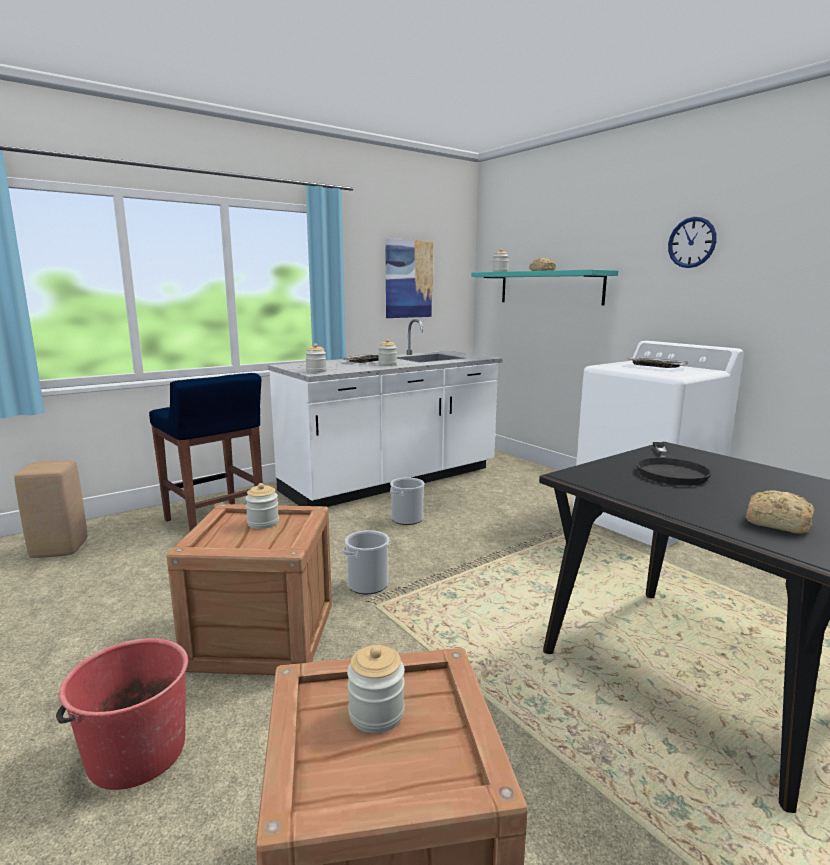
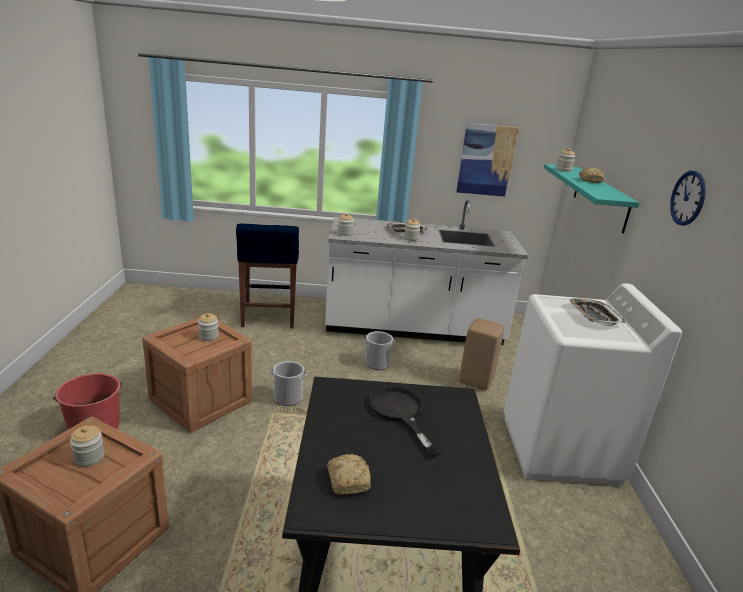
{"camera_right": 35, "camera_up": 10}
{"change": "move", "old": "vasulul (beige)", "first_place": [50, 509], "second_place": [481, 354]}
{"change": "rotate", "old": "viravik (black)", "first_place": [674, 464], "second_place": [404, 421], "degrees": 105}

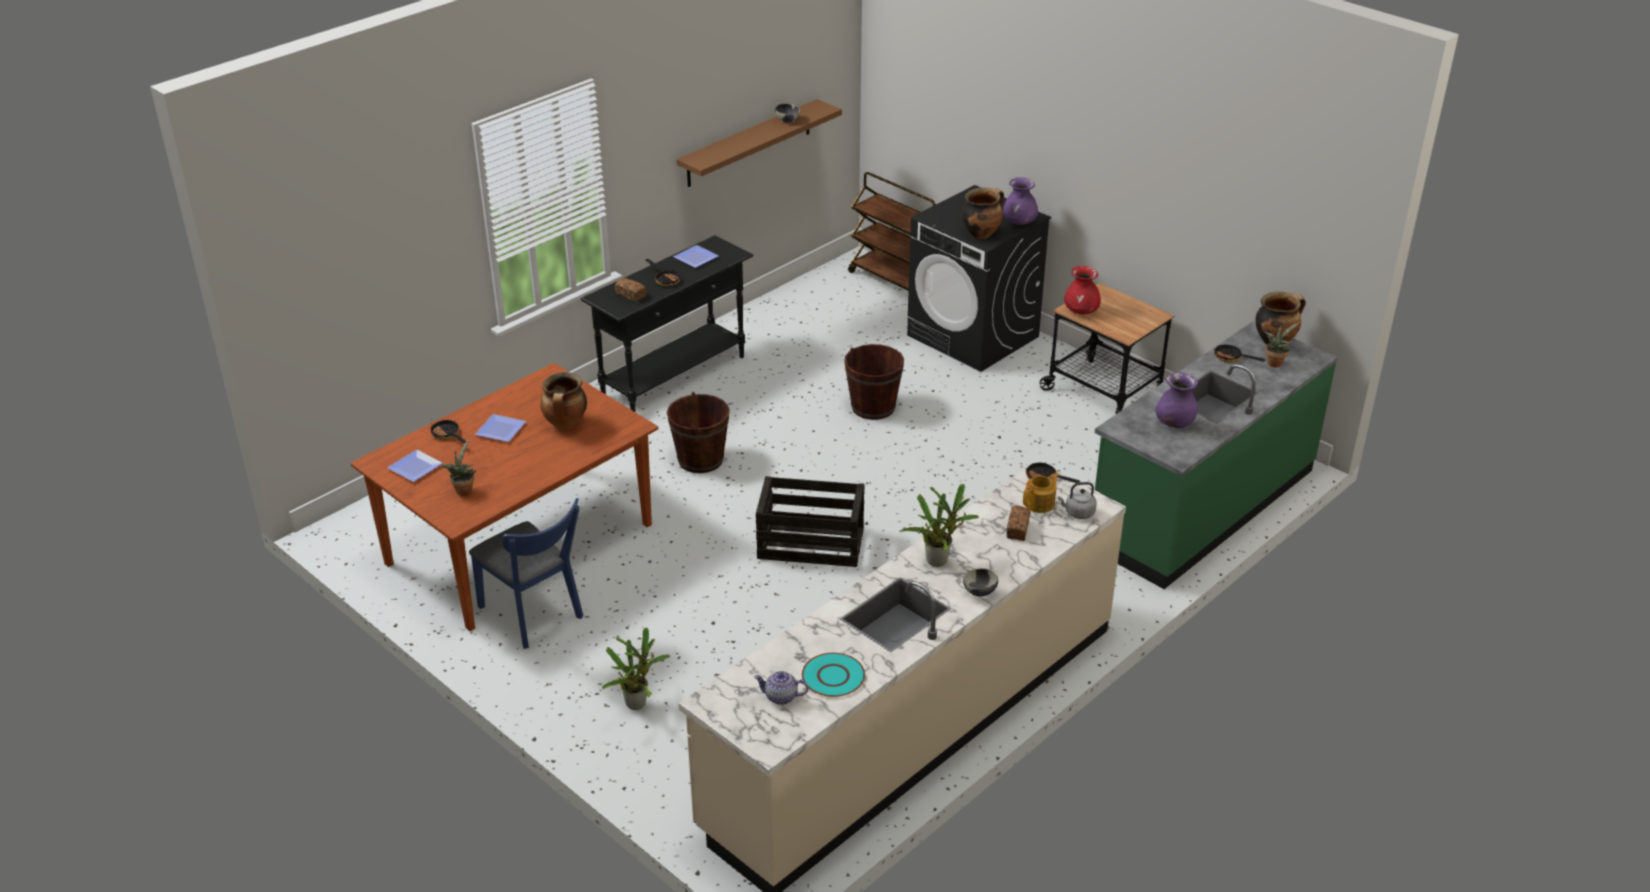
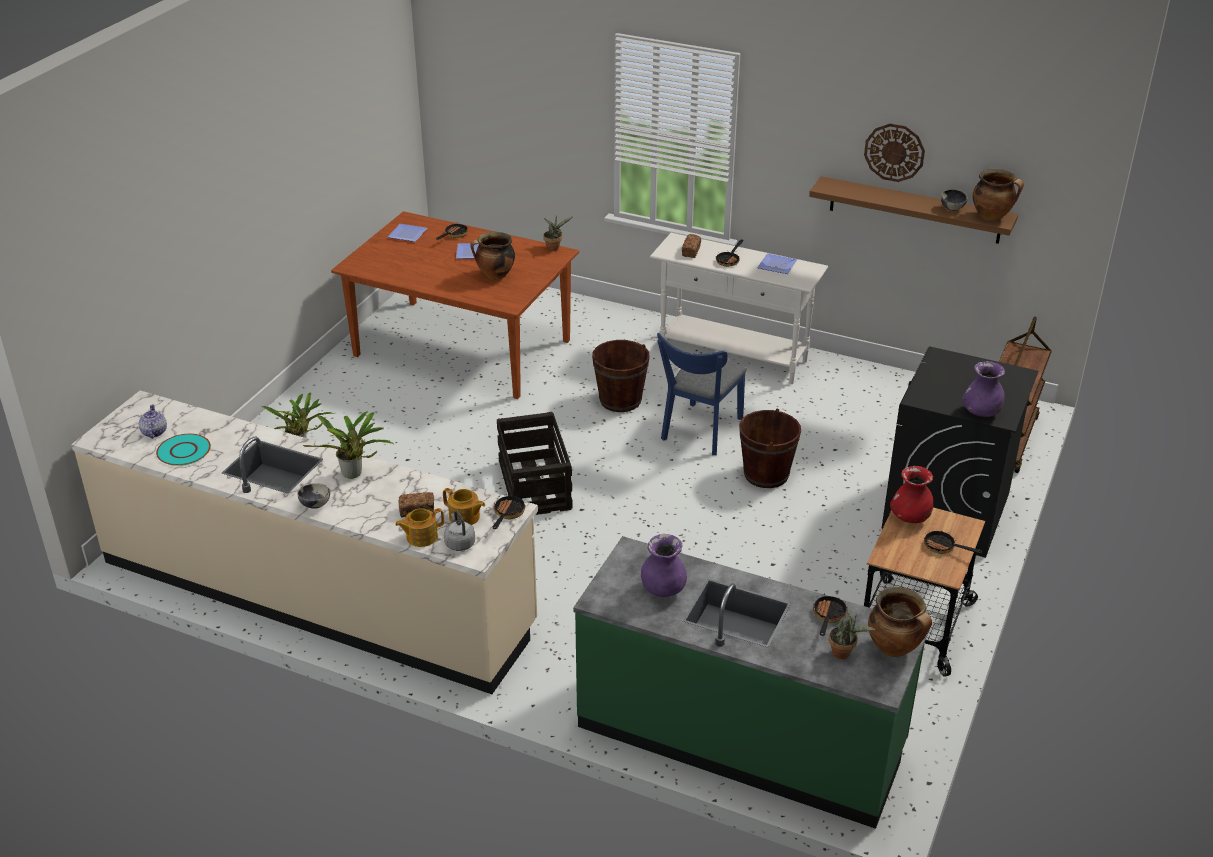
{"camera_right": 70, "camera_up": 0}
{"change": "insert", "new": "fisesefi", "second_place": [419, 527]}
{"change": "insert", "new": "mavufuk", "second_place": [894, 152]}
{"change": "insert", "new": "viravik", "second_place": [953, 541]}
{"change": "move", "old": "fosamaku", "first_place": [458, 467], "second_place": [558, 233]}
{"change": "move", "old": "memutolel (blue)", "first_place": [526, 573], "second_place": [702, 394]}
{"change": "move", "old": "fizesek", "first_place": [983, 213], "second_place": [998, 195]}
{"change": "recolor", "old": "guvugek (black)", "new": "guvugek (white)", "first_place": [667, 323], "second_place": [739, 308]}

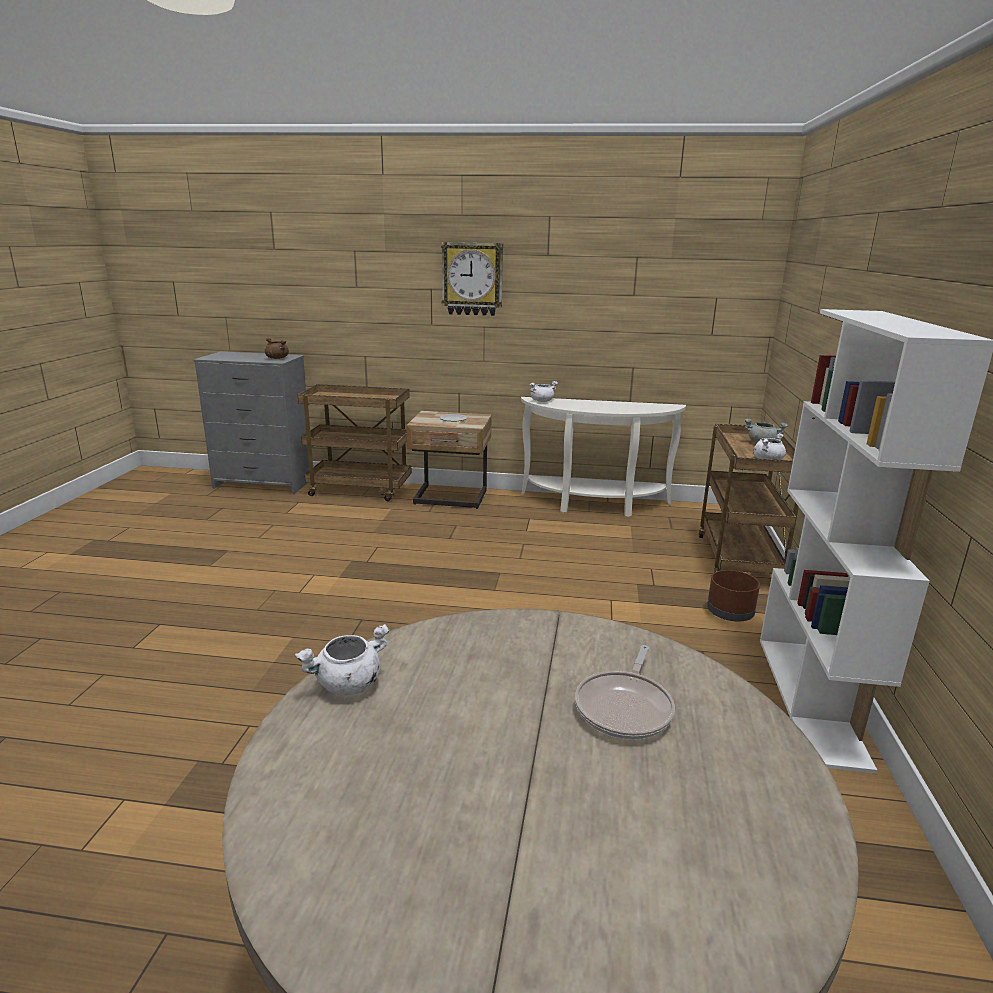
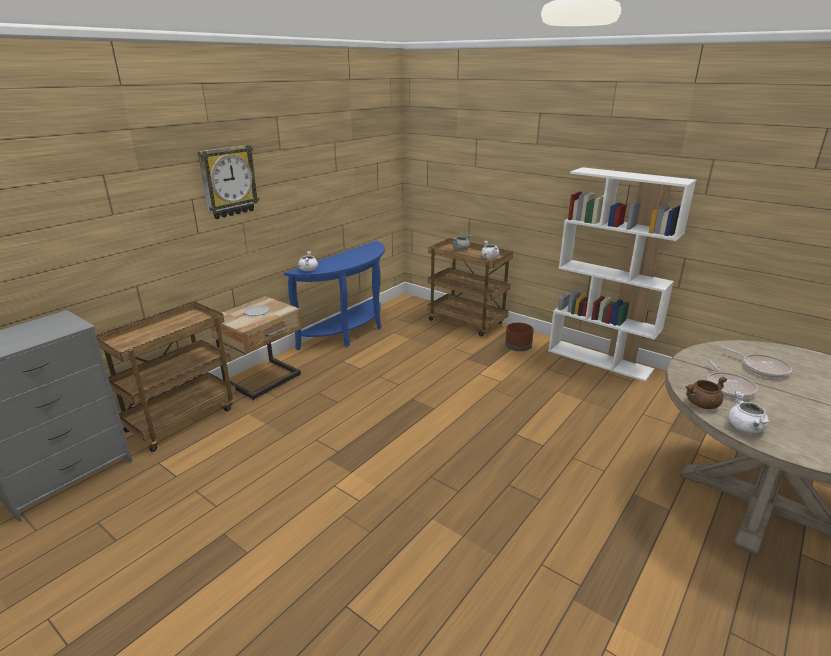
{"camera_right": -60, "camera_up": 5}
{"change": "insert", "new": "viravik", "second_place": [732, 378]}
{"change": "move", "old": "fizesek (brown)", "first_place": [277, 348], "second_place": [706, 392]}
{"change": "recolor", "old": "guvugek (white)", "new": "guvugek (blue)", "first_place": [603, 457], "second_place": [334, 295]}

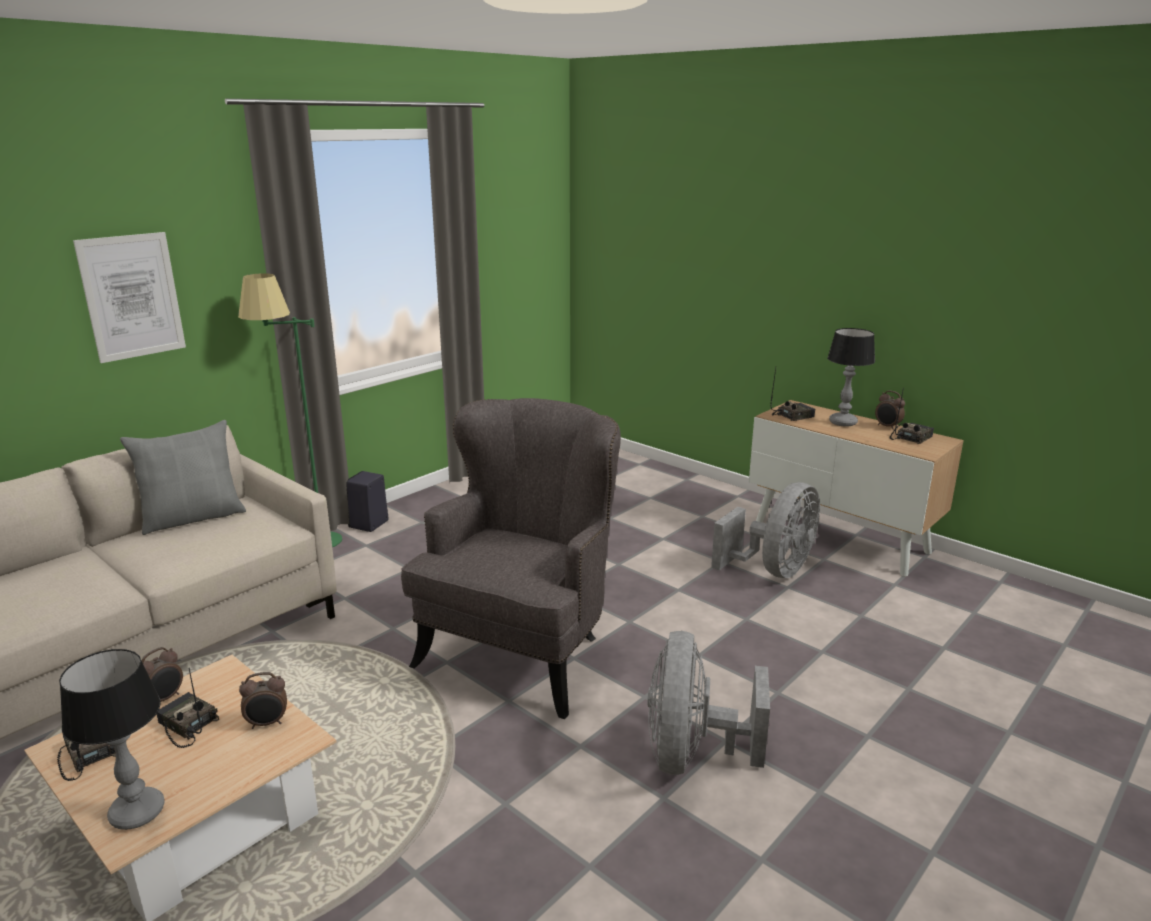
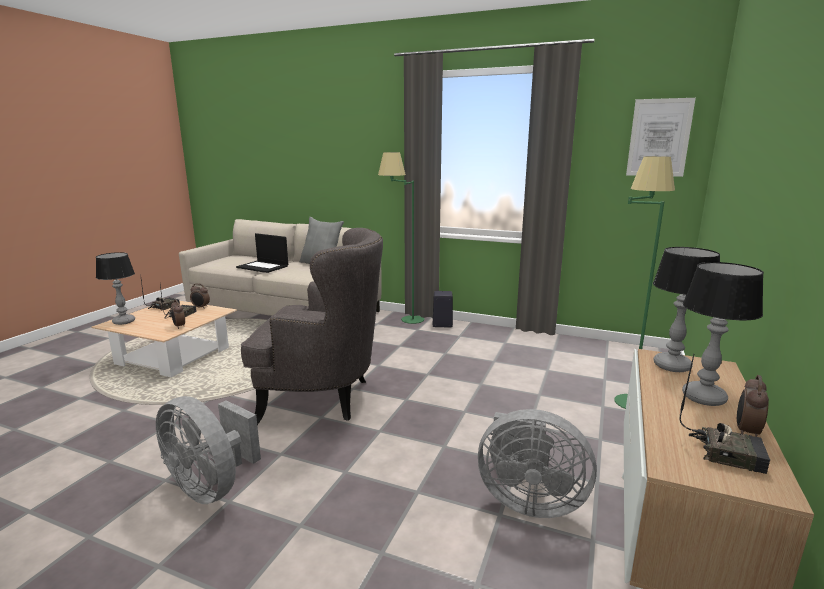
{"camera_right": 70, "camera_up": -5}
{"change": "insert", "new": "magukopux", "second_place": [262, 253]}
{"change": "insert", "new": "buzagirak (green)", "second_place": [645, 282]}
{"change": "move", "old": "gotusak", "first_place": [129, 297], "second_place": [661, 137]}
{"change": "replace", "old": "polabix", "new": "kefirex", "first_place": [793, 394], "second_place": [686, 309]}
{"change": "rotate", "old": "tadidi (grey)", "first_place": [708, 703], "second_place": [208, 450], "degrees": -135}

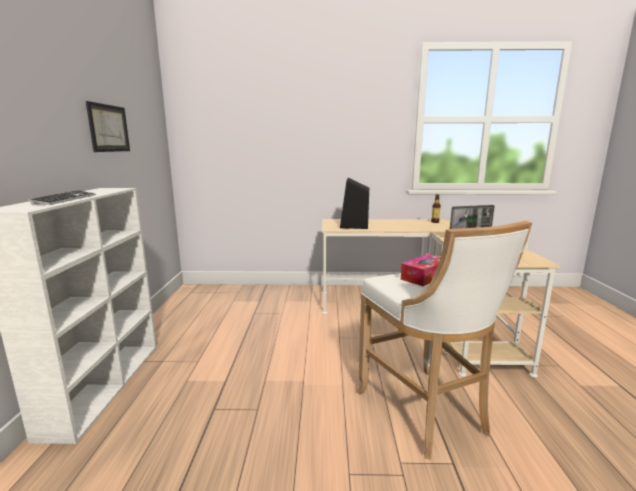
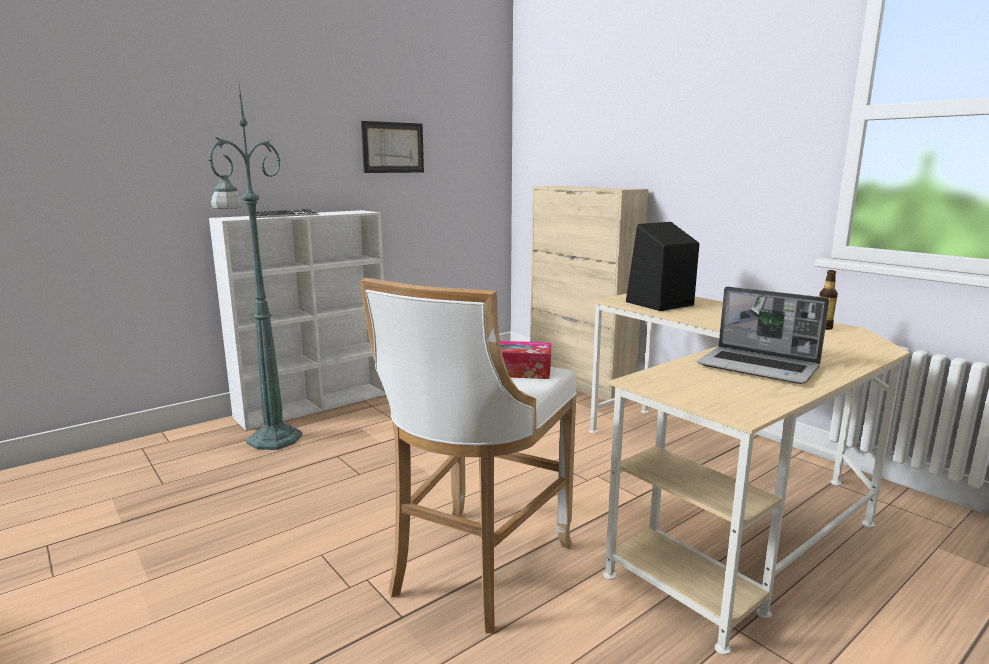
{"camera_right": 50, "camera_up": 0}
{"change": "insert", "new": "buzagirak (green)", "second_place": [255, 267]}
{"change": "insert", "new": "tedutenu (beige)", "second_place": [589, 293]}

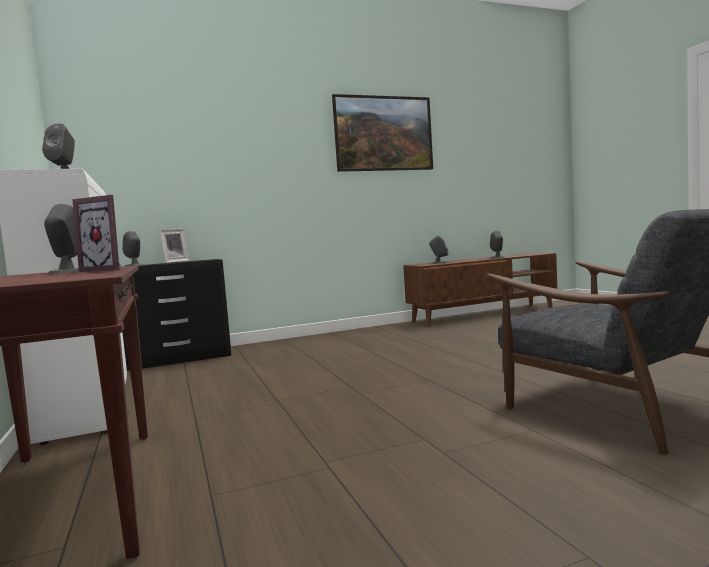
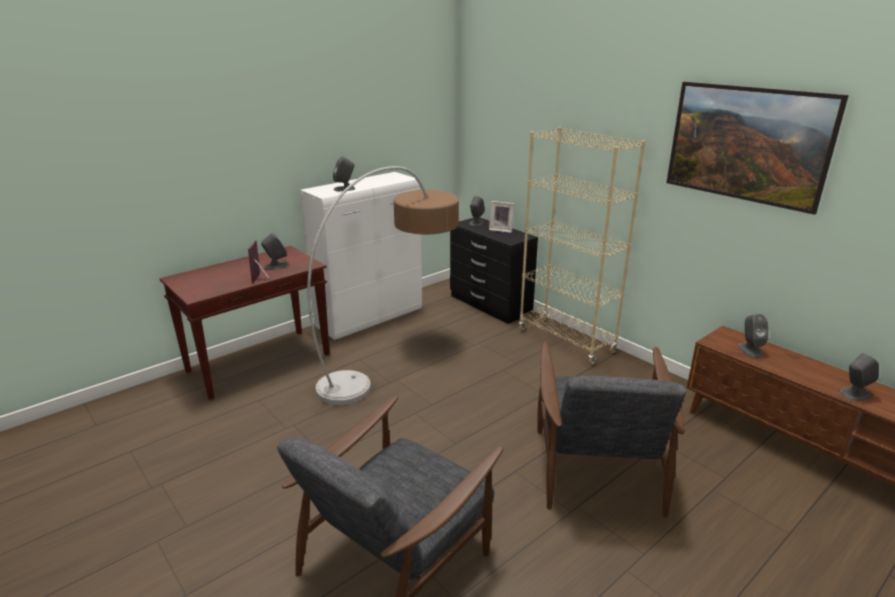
{"camera_right": 70, "camera_up": 20}
{"change": "insert", "new": "buzagirak", "second_place": [383, 285]}
{"change": "insert", "new": "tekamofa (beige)", "second_place": [582, 246]}
{"change": "insert", "new": "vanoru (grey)", "second_place": [611, 430]}

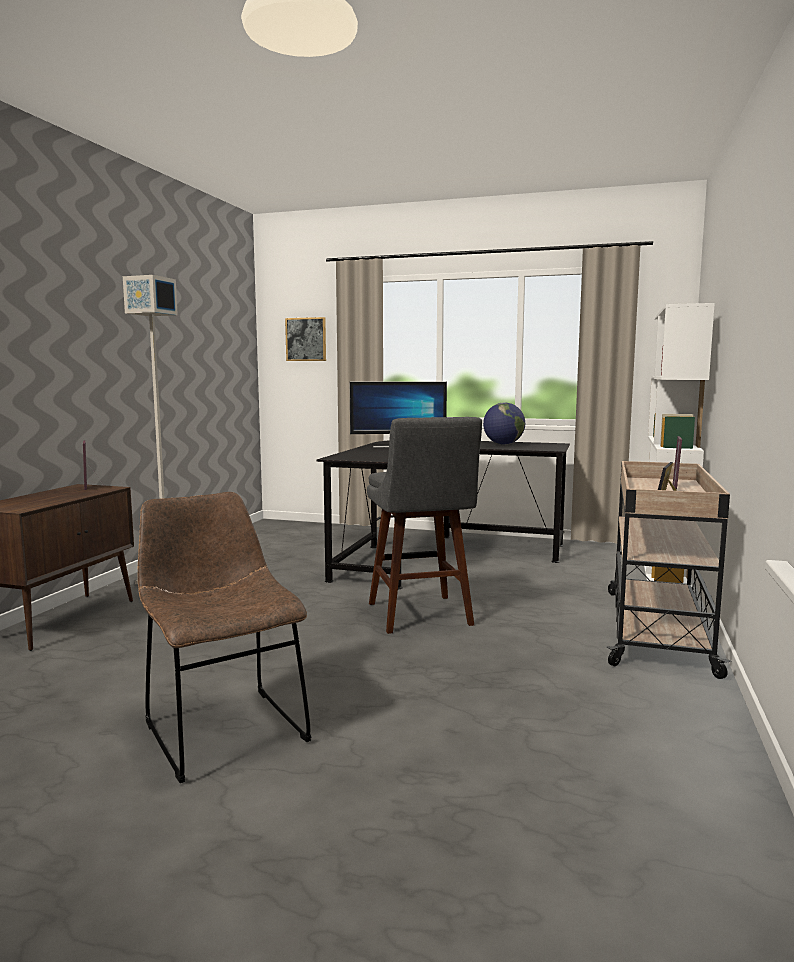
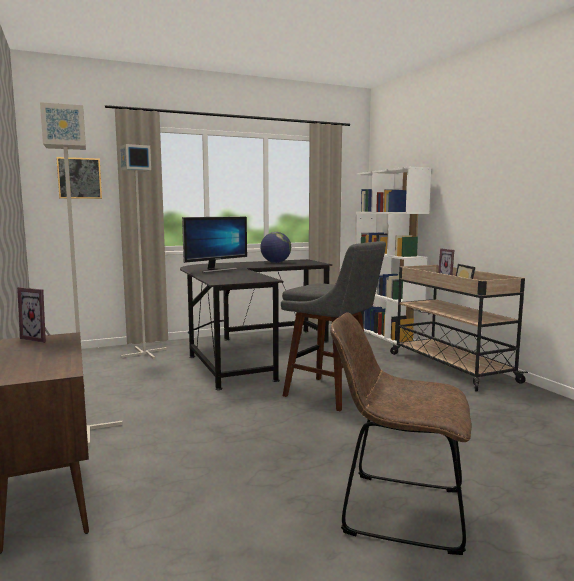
{"camera_right": -40, "camera_up": 0}
{"change": "insert", "new": "buzagirak (grey)", "second_place": [143, 251]}

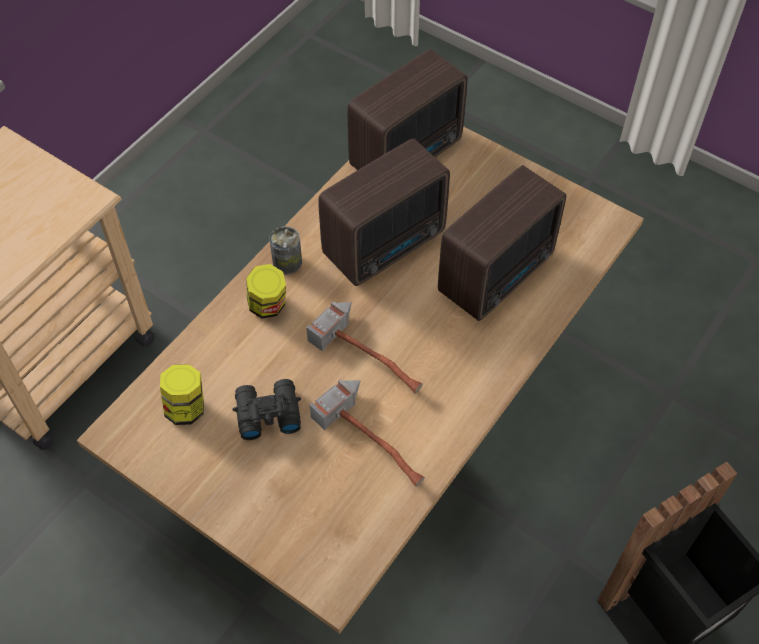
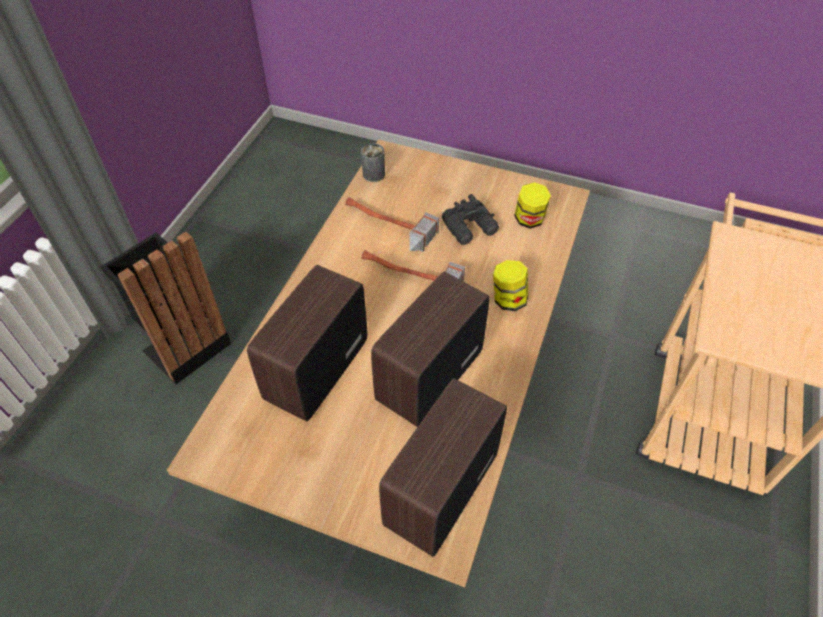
{"camera_right": 165, "camera_up": -5}
{"change": "move", "old": "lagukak", "first_place": [285, 250], "second_place": [373, 162]}

